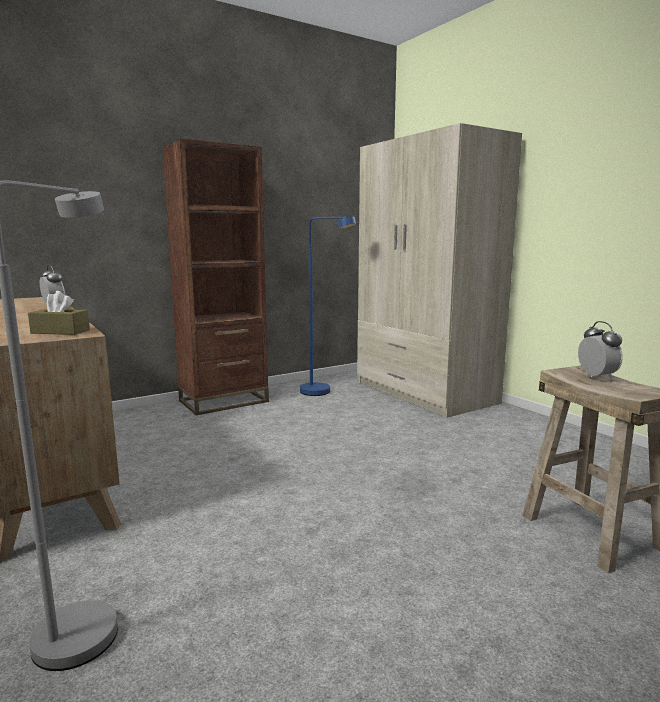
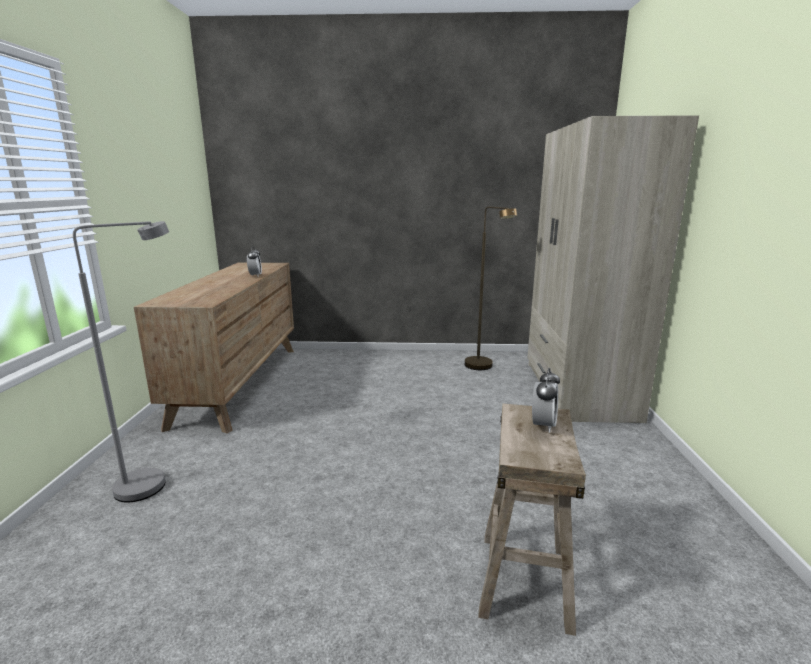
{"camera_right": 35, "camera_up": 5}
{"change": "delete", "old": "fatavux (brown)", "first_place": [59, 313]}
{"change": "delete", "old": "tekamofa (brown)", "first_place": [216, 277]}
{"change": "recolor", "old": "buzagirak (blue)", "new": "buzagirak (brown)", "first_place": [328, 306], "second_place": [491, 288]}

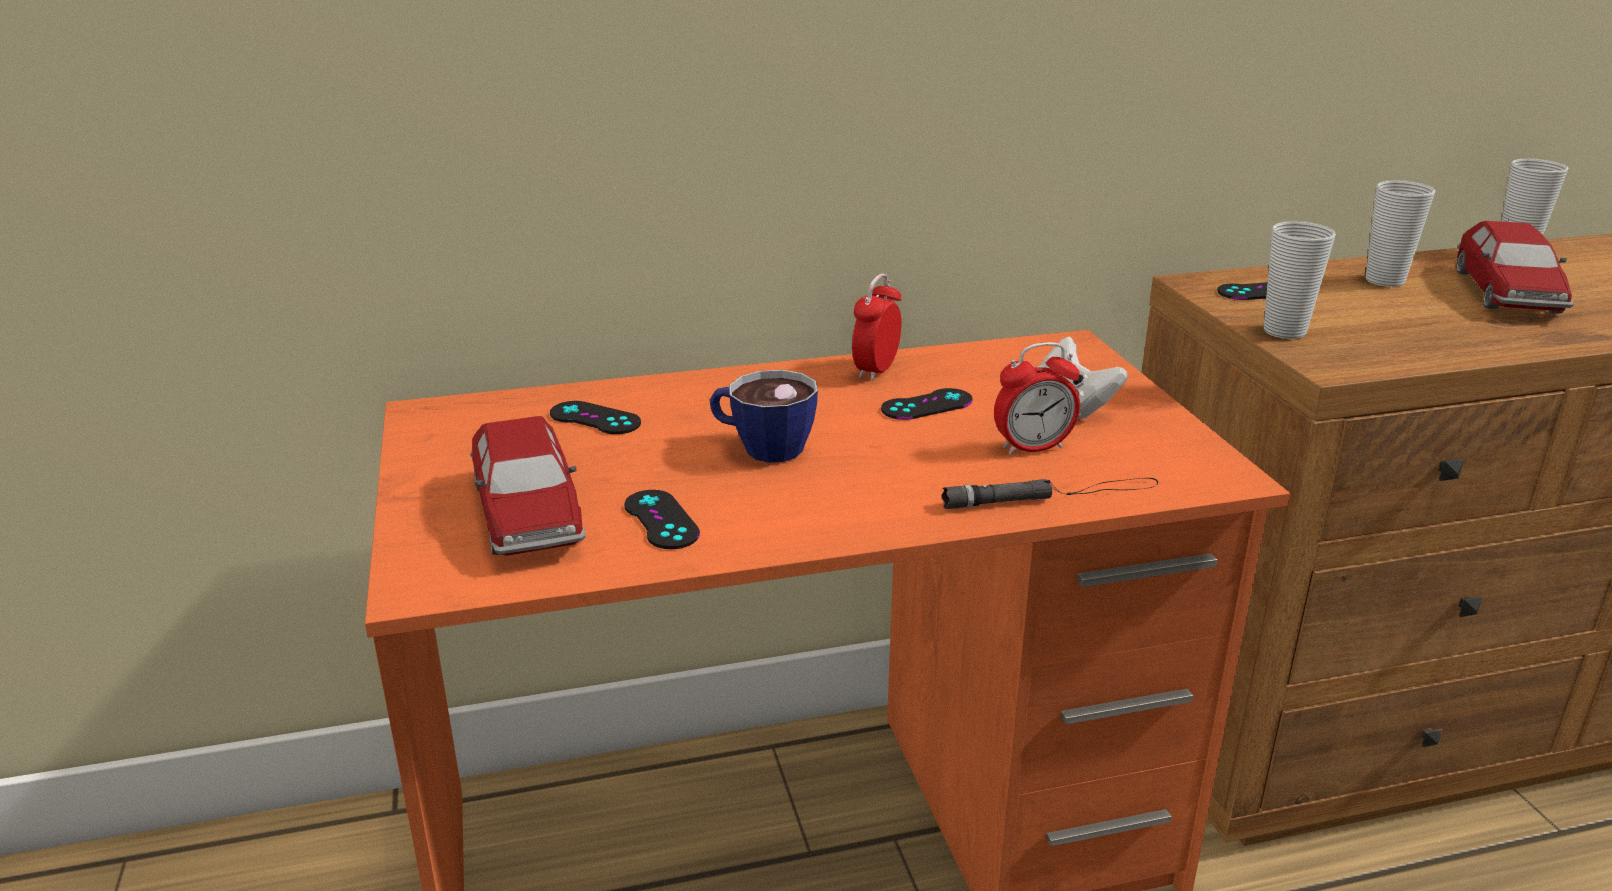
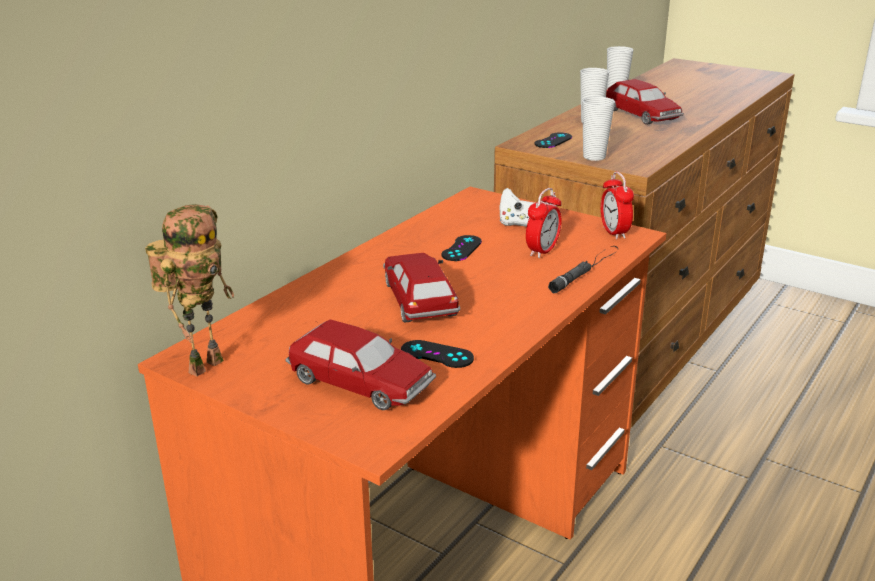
{"camera_right": -40, "camera_up": 0}
{"change": "delete", "old": "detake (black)", "first_place": [595, 417]}
{"change": "insert", "new": "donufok", "second_place": [189, 290]}
{"change": "move", "old": "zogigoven", "first_place": [877, 327], "second_place": [617, 206]}
{"change": "replace", "old": "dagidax", "new": "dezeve", "first_place": [763, 416], "second_place": [421, 287]}

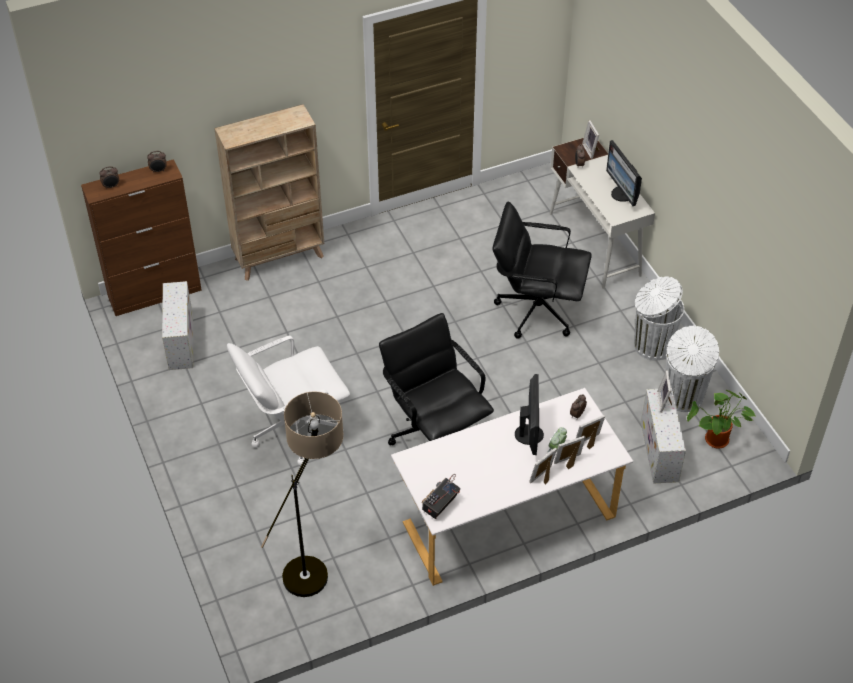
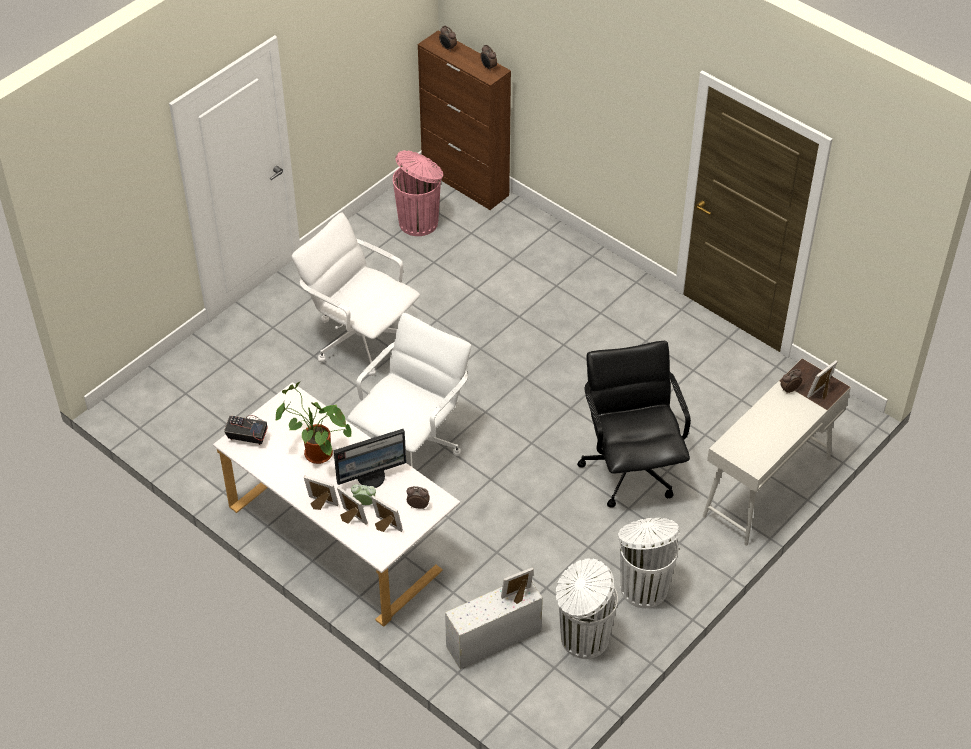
{"camera_right": 65, "camera_up": 0}
{"change": "delete", "old": "tekamofa (beige)", "first_place": [269, 192]}
{"change": "delete", "old": "buzagirak", "first_place": [302, 494]}
{"change": "delete", "old": "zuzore", "first_place": [624, 173]}
{"change": "move", "old": "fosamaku", "first_place": [721, 419], "second_place": [313, 422]}
{"change": "replace", "old": "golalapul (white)", "new": "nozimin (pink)", "first_place": [177, 325], "second_place": [418, 193]}
{"change": "recolor", "old": "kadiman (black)", "new": "kadiman (white)", "first_place": [436, 379], "second_place": [409, 390]}

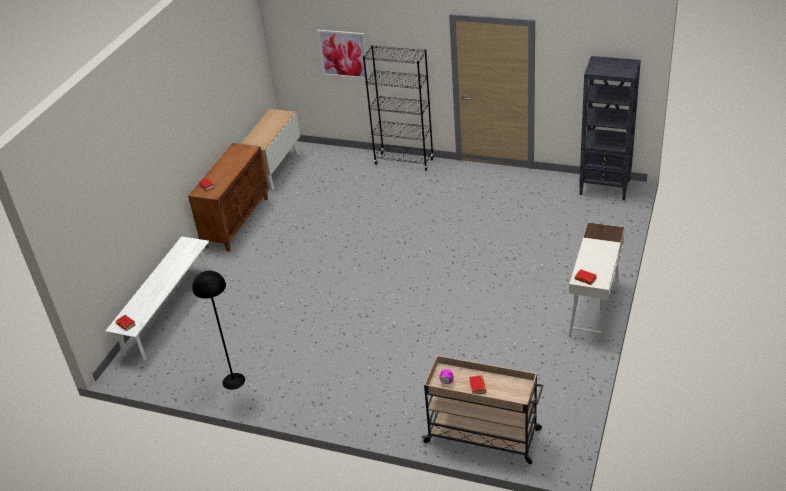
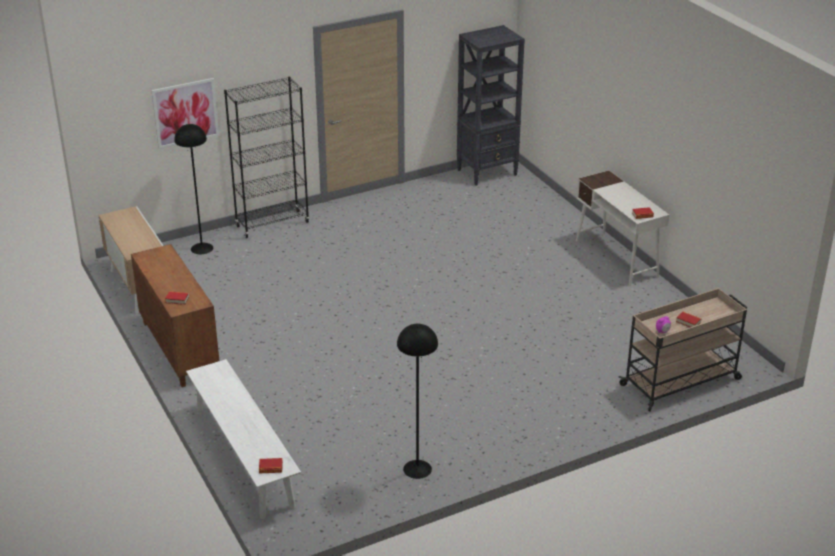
{"camera_right": -50, "camera_up": -5}
{"change": "insert", "new": "buzagirak (black)", "second_place": [193, 189]}

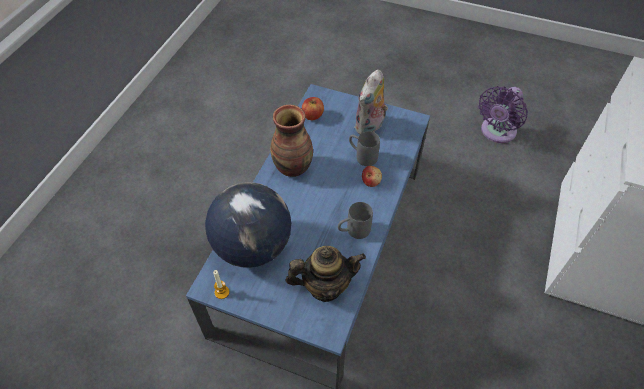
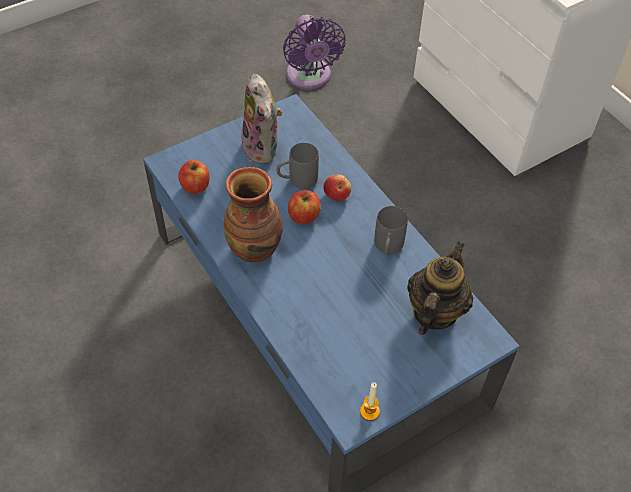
{"camera_right": -55, "camera_up": 0}
{"change": "delete", "old": "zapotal", "first_place": [248, 225]}
{"change": "insert", "new": "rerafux", "second_place": [304, 207]}

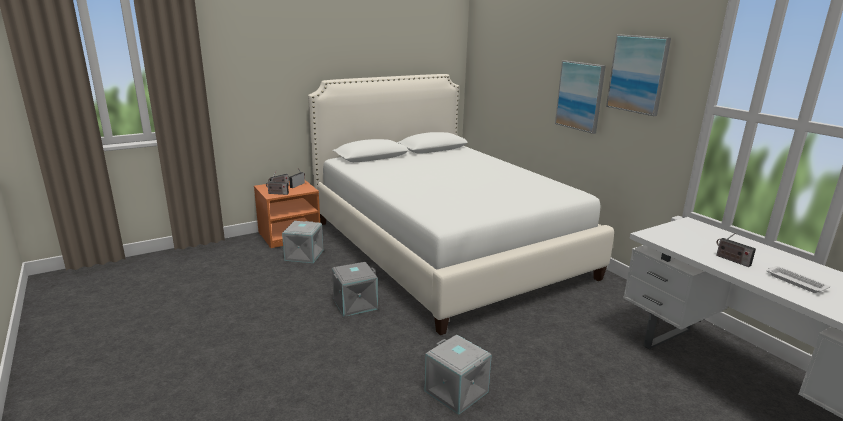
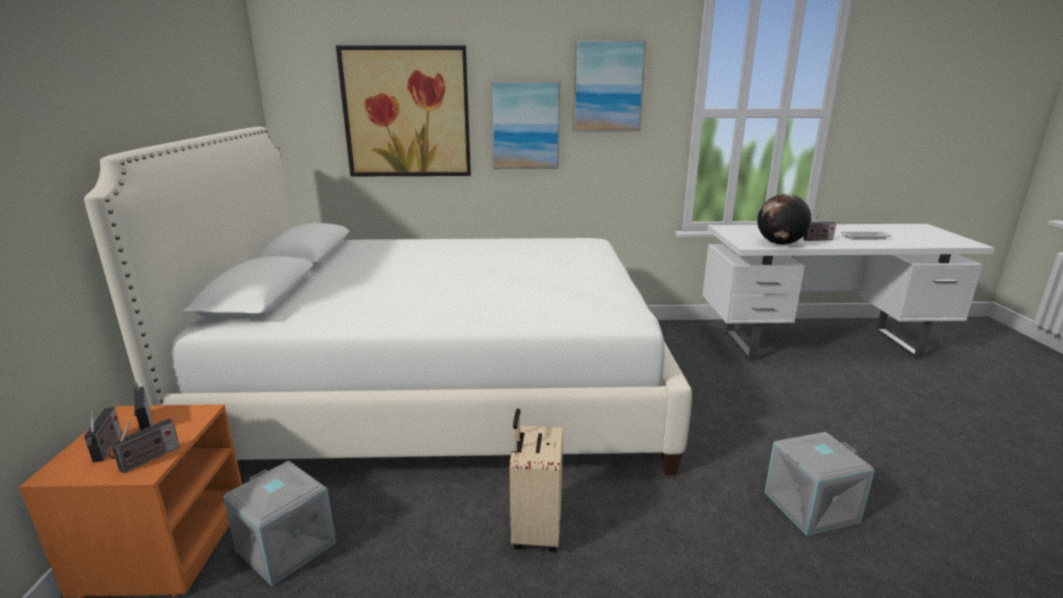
{"camera_right": -60, "camera_up": 0}
{"change": "insert", "new": "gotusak", "second_place": [403, 110]}
{"change": "insert", "new": "zapotal", "second_place": [784, 219]}
{"change": "replace", "old": "golalapul (grey)", "new": "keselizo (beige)", "first_place": [355, 289], "second_place": [536, 480]}

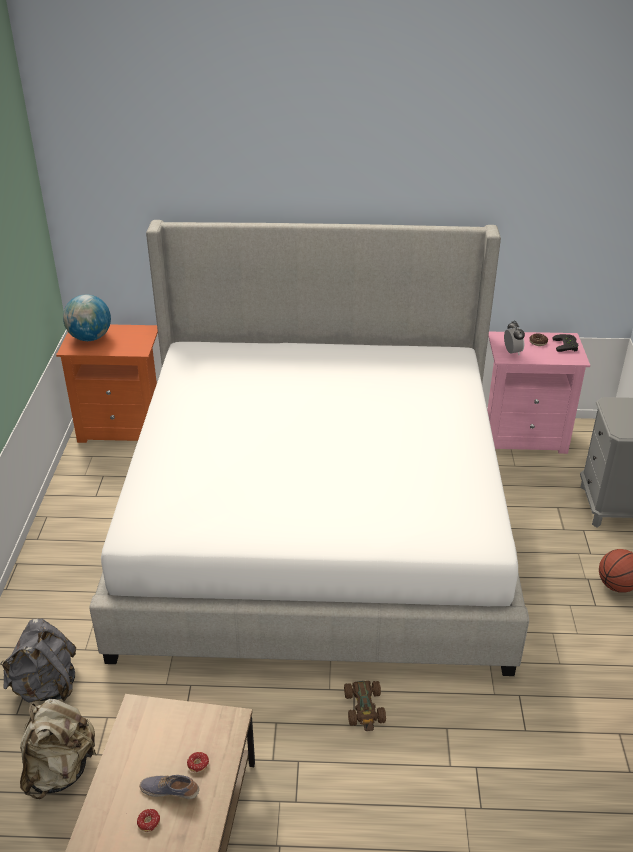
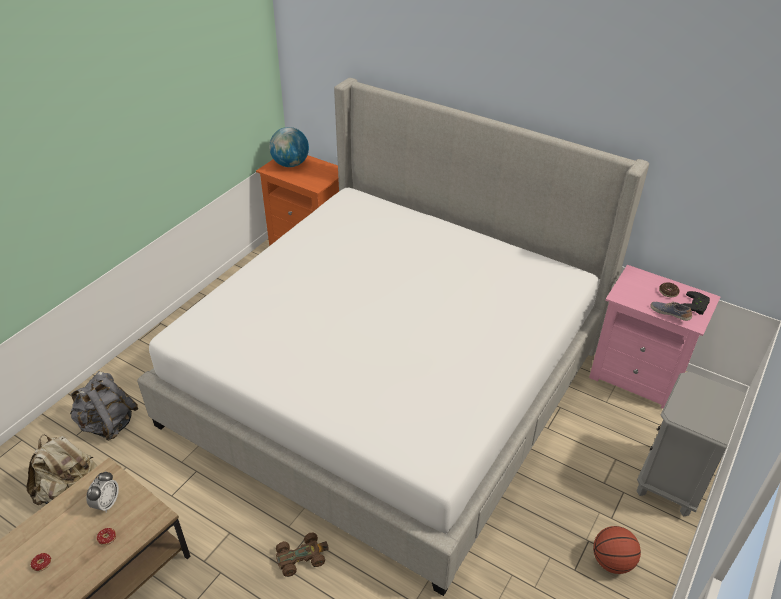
{"camera_right": 30, "camera_up": 5}
{"change": "move", "old": "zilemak", "first_place": [169, 787], "second_place": [671, 311]}
{"change": "move", "old": "zogigoven", "first_place": [514, 338], "second_place": [102, 492]}
{"change": "rotate", "old": "dezeve (brown)", "first_place": [365, 706], "second_place": [302, 555], "degrees": -135}

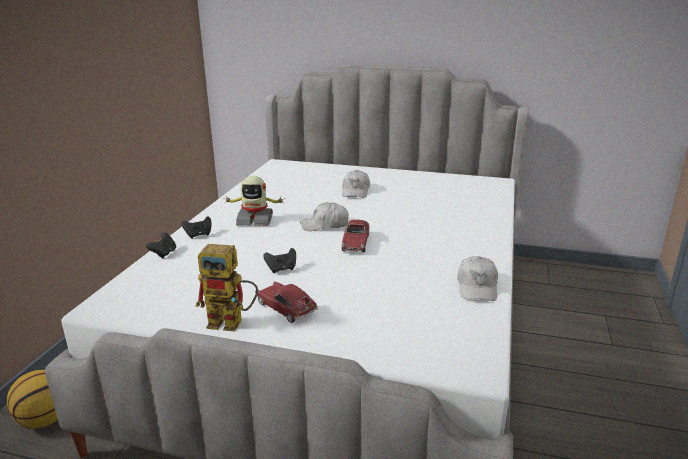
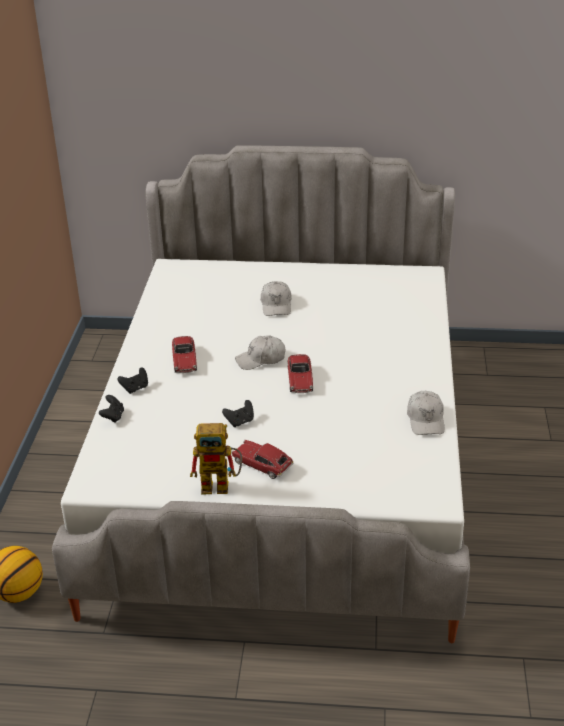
{"camera_right": -10, "camera_up": 10}
{"change": "replace", "old": "donufok", "new": "dezeve", "first_place": [254, 201], "second_place": [184, 354]}

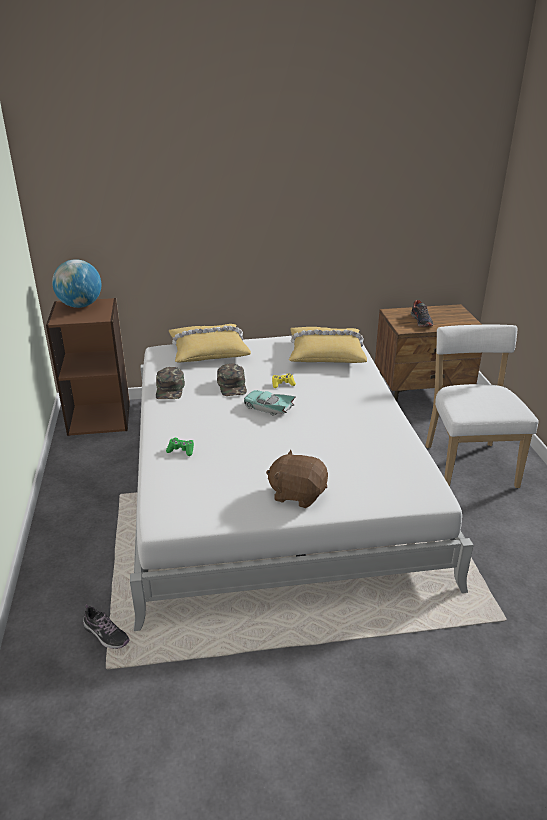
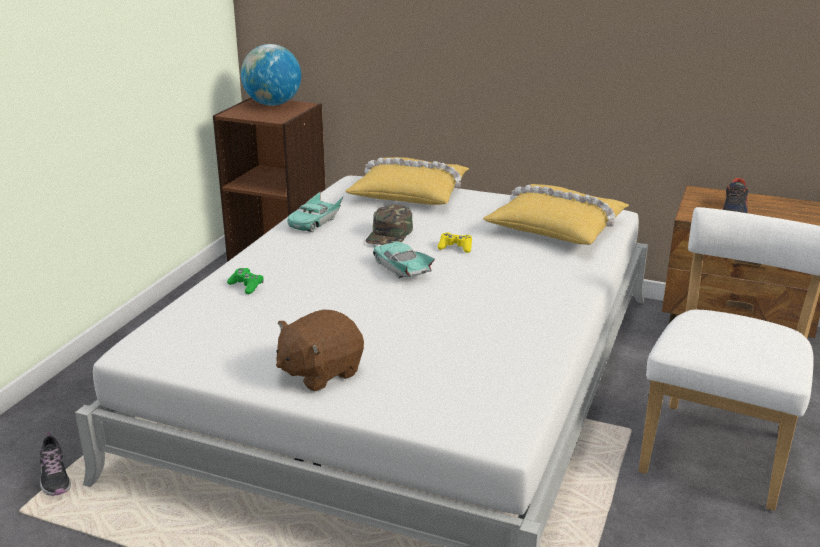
{"camera_right": 30, "camera_up": -5}
{"change": "replace", "old": "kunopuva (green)", "new": "dezeve (turquoise)", "first_place": [170, 383], "second_place": [315, 211]}
{"change": "rotate", "old": "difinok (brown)", "first_place": [297, 478], "second_place": [320, 350], "degrees": -90}

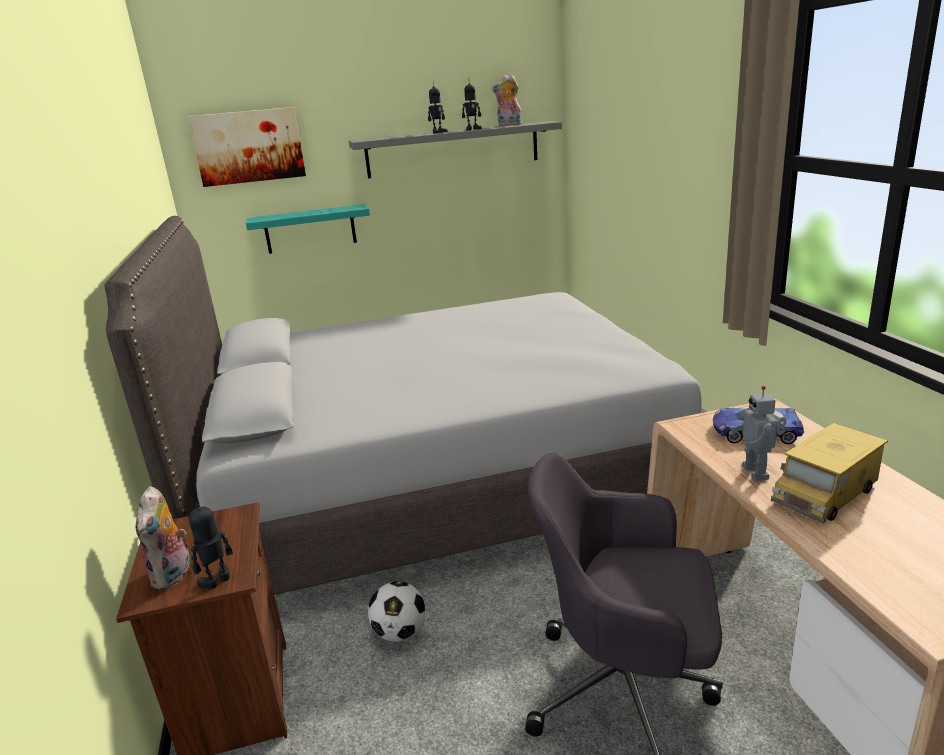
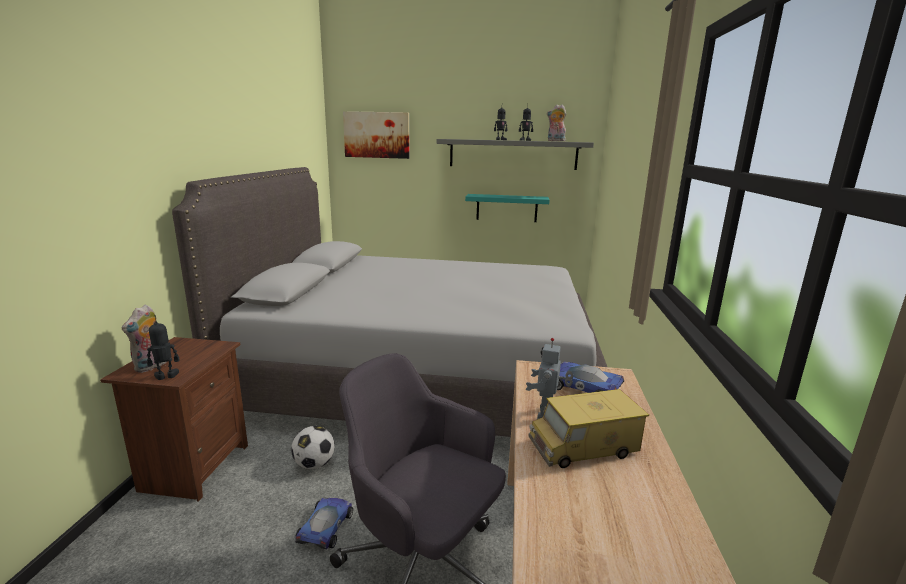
{"camera_right": 20, "camera_up": -5}
{"change": "insert", "new": "dezeve", "second_place": [324, 523]}
{"change": "move", "old": "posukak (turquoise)", "first_place": [308, 229], "second_place": [507, 208]}

